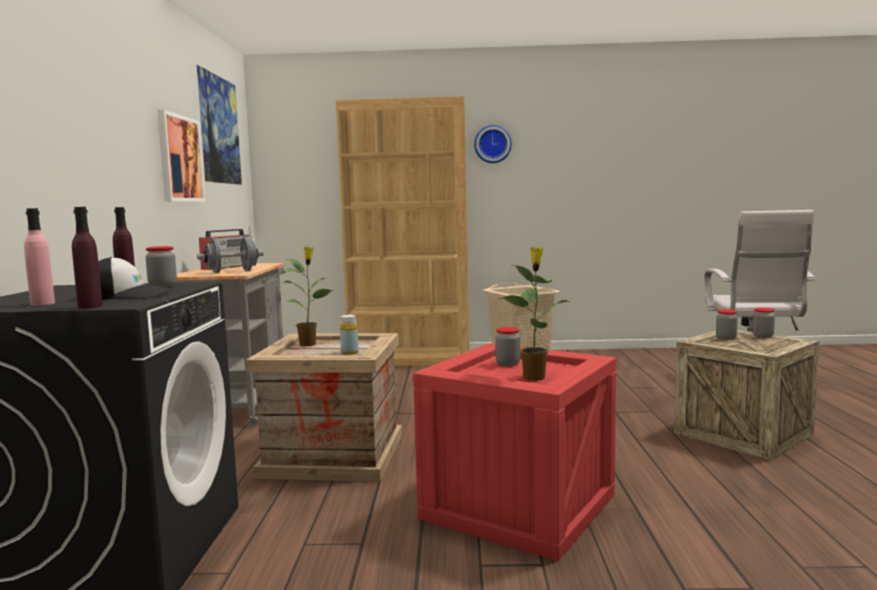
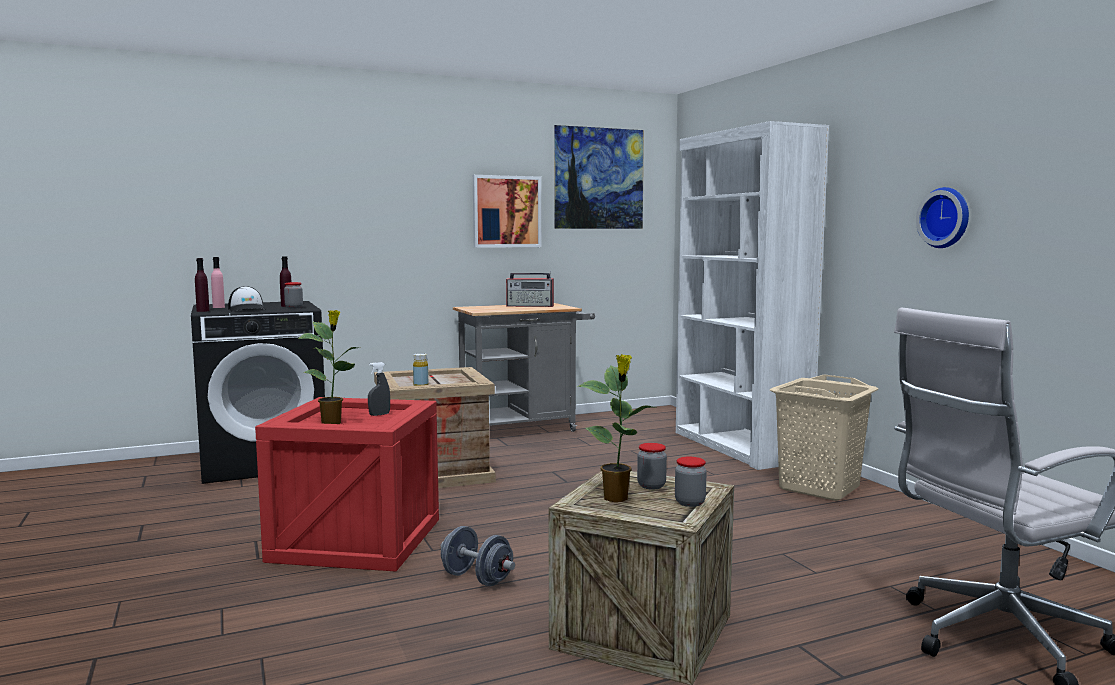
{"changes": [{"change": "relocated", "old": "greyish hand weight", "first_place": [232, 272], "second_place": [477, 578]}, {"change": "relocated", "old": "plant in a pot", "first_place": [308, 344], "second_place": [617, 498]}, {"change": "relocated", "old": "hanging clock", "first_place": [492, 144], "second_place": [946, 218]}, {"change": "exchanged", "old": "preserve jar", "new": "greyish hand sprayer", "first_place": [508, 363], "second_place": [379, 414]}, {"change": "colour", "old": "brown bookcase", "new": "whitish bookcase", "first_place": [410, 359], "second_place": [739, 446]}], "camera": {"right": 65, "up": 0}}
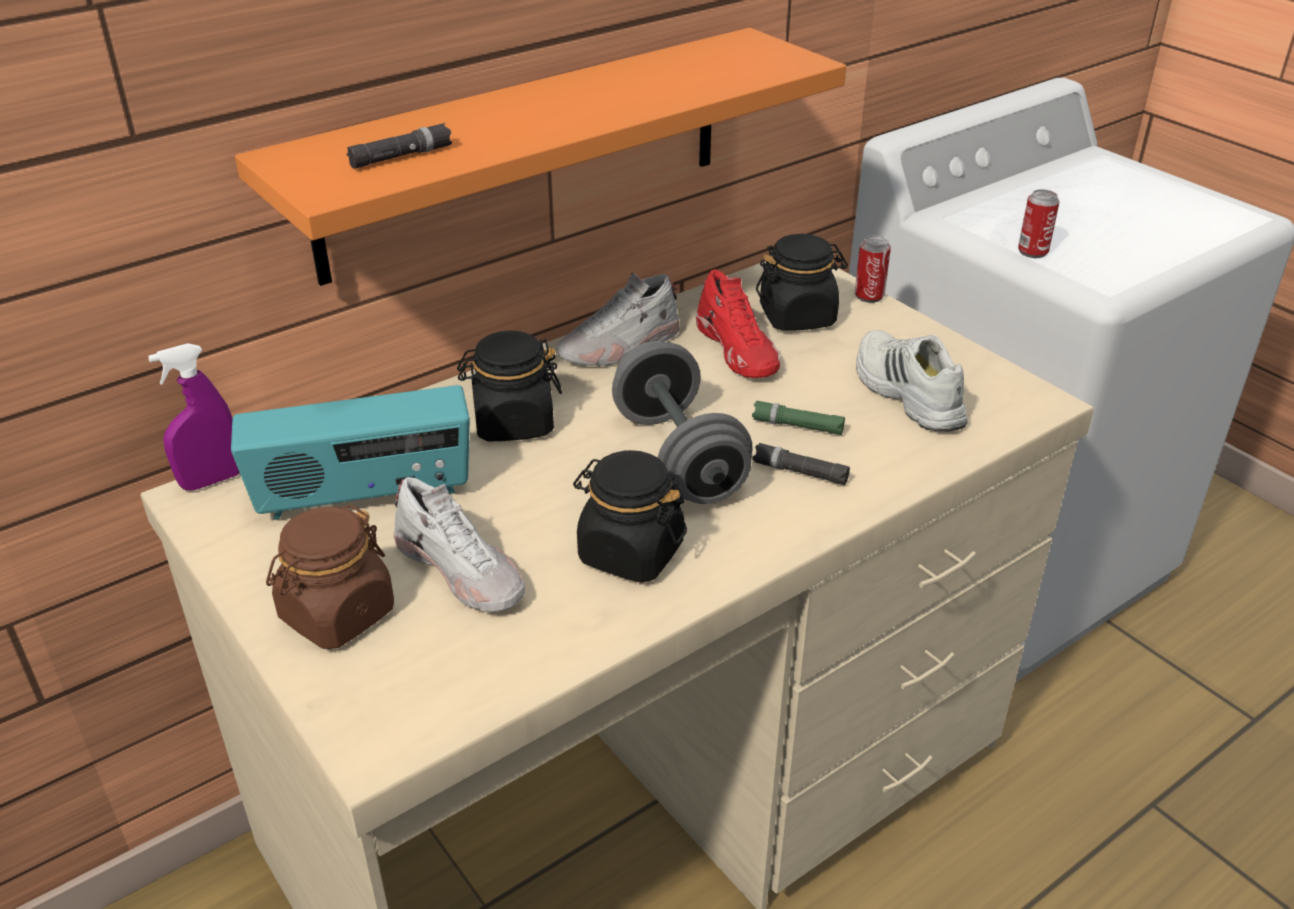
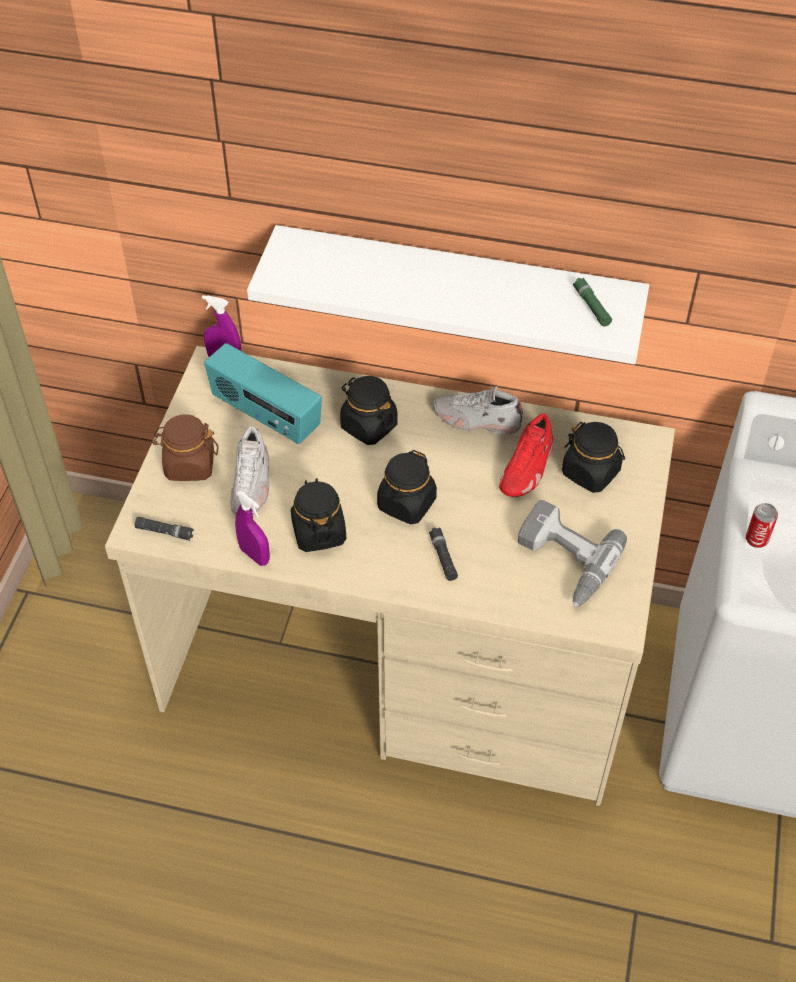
{"changes": [{"change": "missing", "old": "sealed can", "first_place": [869, 296]}, {"change": "appeared", "new": "purple hand sprayer", "second_place": [254, 555]}, {"change": "relocated", "old": "black torch", "first_place": [401, 156], "second_place": [164, 532]}, {"change": "relocated", "old": "green-coloured torch", "first_place": [797, 426], "second_place": [591, 306]}, {"change": "exchanged", "old": "greyish hand weight", "new": "black preserve jar", "first_place": [679, 457], "second_place": [406, 504]}, {"change": "exchanged", "old": "whitish shoe", "new": "power drill", "first_place": [905, 393], "second_place": [562, 561]}, {"change": "colour", "old": "orangey shelf", "new": "whitish shelf", "first_place": [526, 152], "second_place": [457, 288]}], "camera": {"right": 50, "up": 15}}
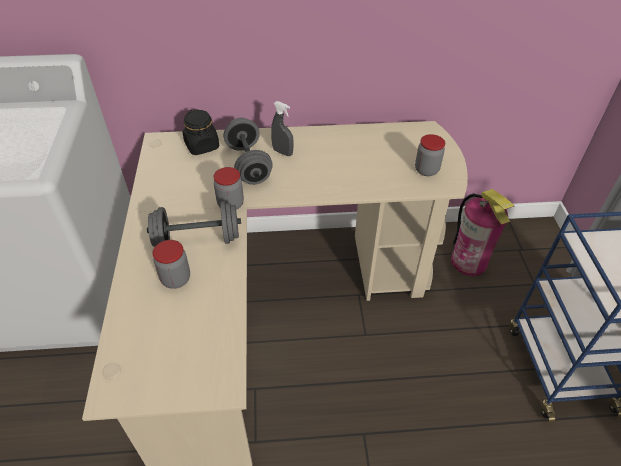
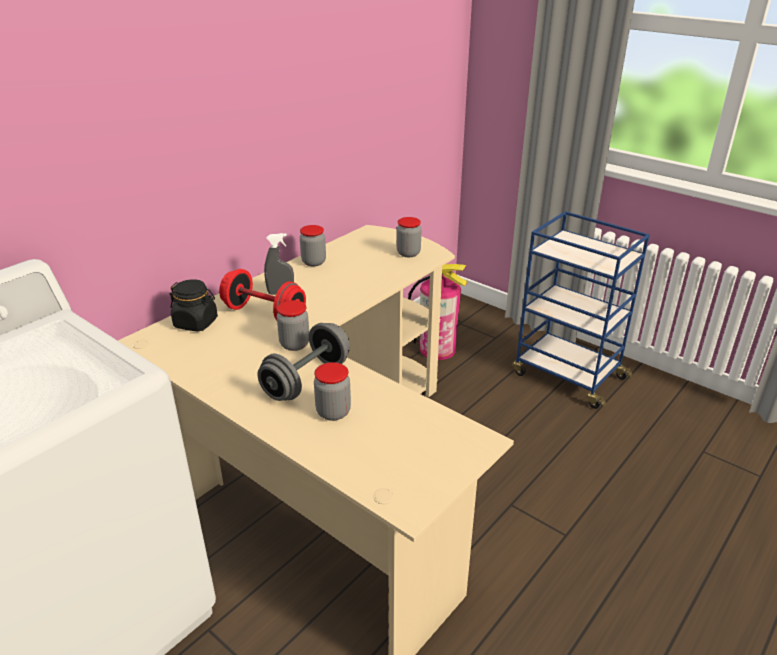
{"changes": [{"change": "appeared", "new": "preserve jar", "second_place": [313, 262]}, {"change": "colour", "old": "greyish hand weight", "new": "red-coloured hand weight", "first_place": [248, 164], "second_place": [264, 314]}], "camera": {"right": -45, "up": -15}}
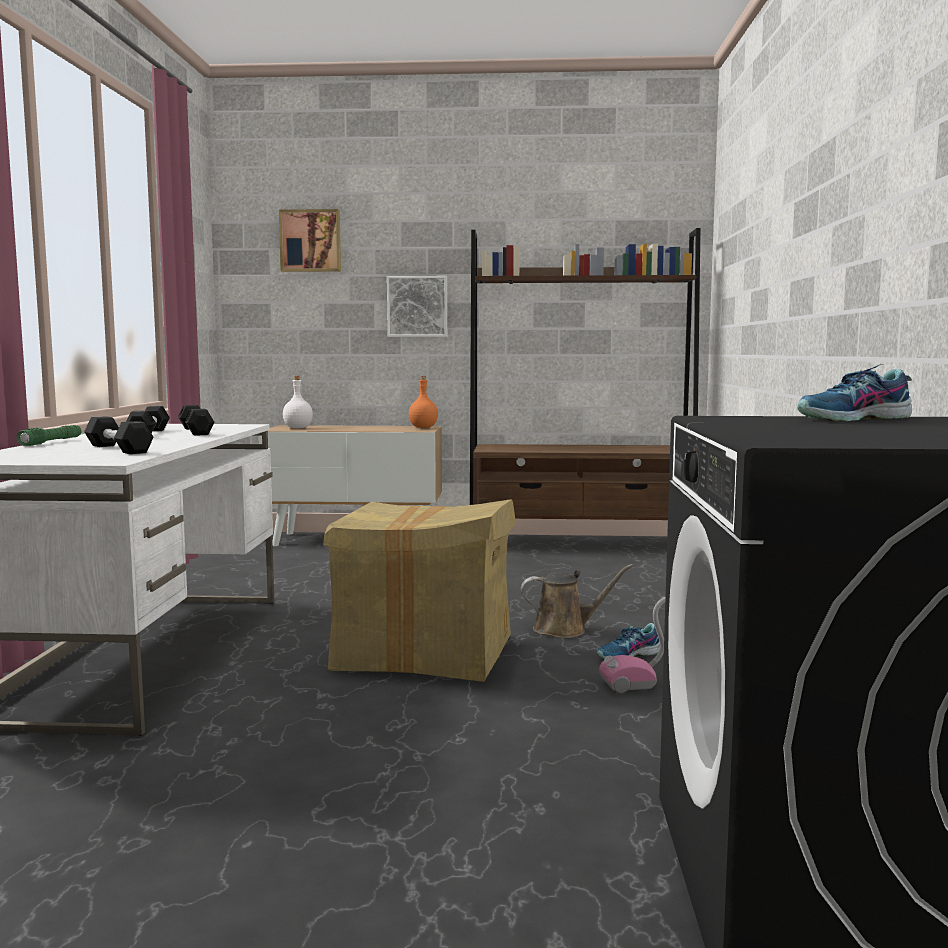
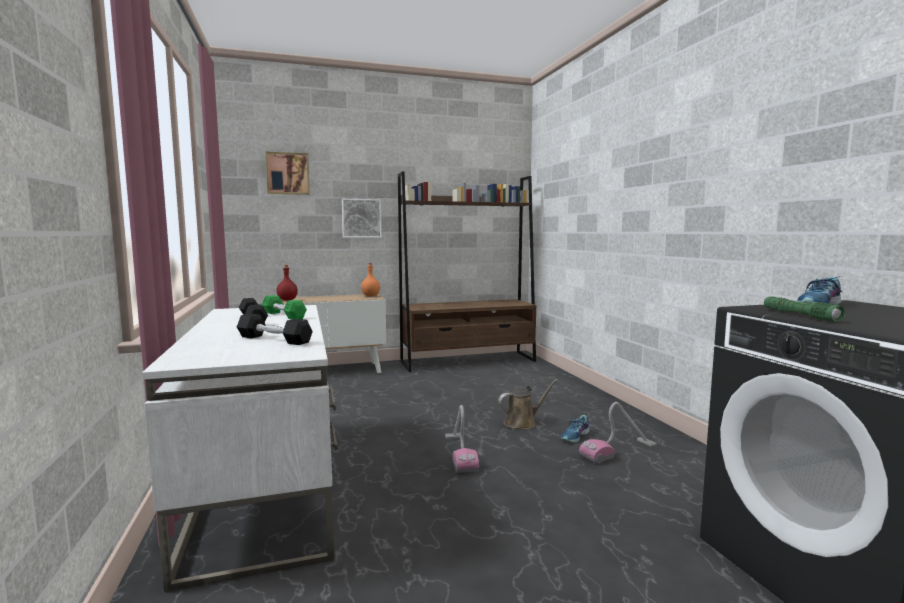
{"changes": [{"change": "relocated", "old": "green-coloured torch", "first_place": [51, 442], "second_place": [799, 315]}, {"change": "exchanged", "old": "packing box", "new": "hoover", "first_place": [425, 653], "second_place": [460, 453]}, {"change": "colour", "old": "black hand weight", "new": "green-coloured hand weight", "first_place": [196, 431], "second_place": [283, 315]}, {"change": "colour", "old": "whitish drink bottle", "new": "red-coloured drink bottle", "first_place": [298, 428], "second_place": [287, 300]}], "camera": {"right": -20, "up": 0}}
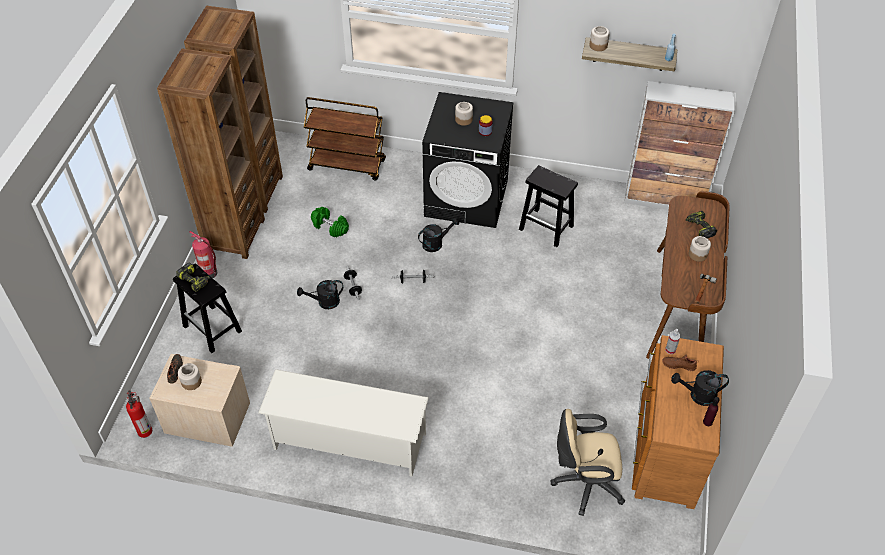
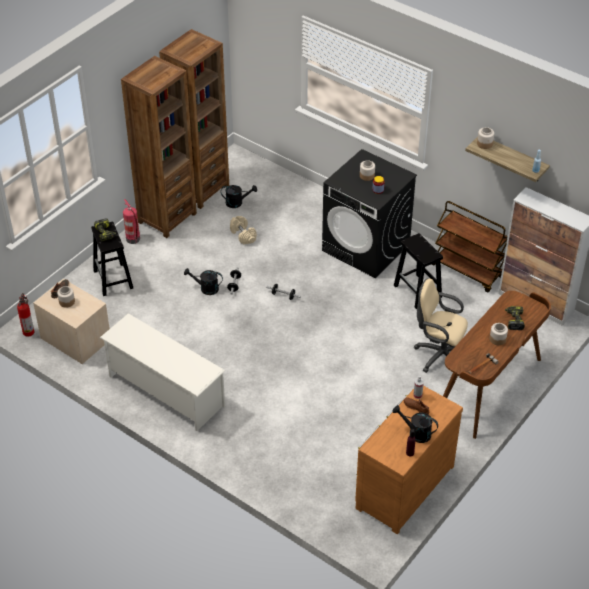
{"changes": [{"change": "relocated", "old": "brown wheeled cart", "first_place": [347, 165], "second_place": [468, 271]}, {"change": "relocated", "old": "black sprinkling can", "first_place": [436, 243], "second_place": [237, 202]}, {"change": "relocated", "old": "sand-coloured computer chair", "first_place": [584, 483], "second_place": [439, 355]}, {"change": "colour", "old": "green-coloured hand weight", "new": "sand-coloured hand weight", "first_place": [330, 227], "second_place": [243, 235]}], "camera": {"right": 25, "up": -5}}
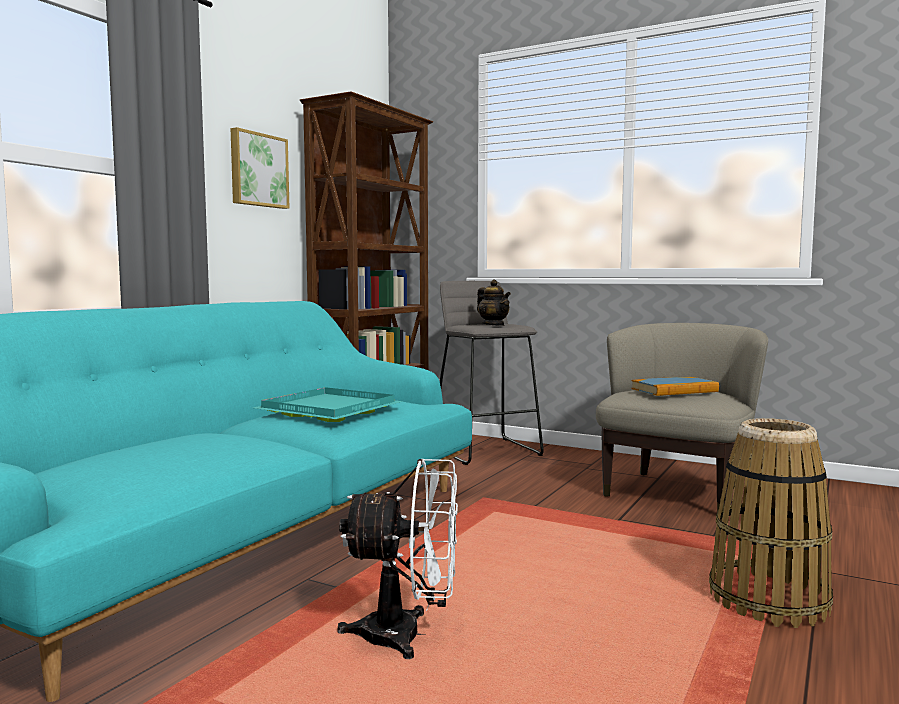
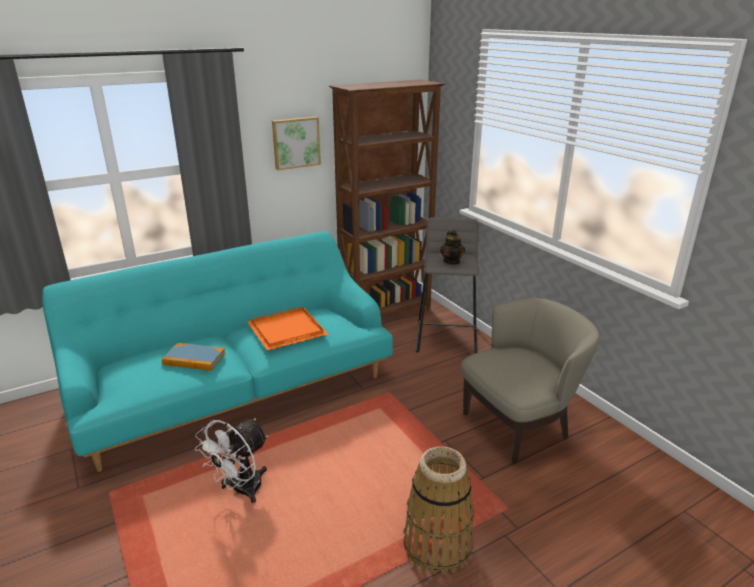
{"changes": [{"change": "relocated", "old": "book", "first_place": [674, 390], "second_place": [194, 359]}, {"change": "colour", "old": "turquoise-coloured serving tray", "new": "orangey serving tray", "first_place": [329, 410], "second_place": [286, 331]}, {"change": "spun", "old": "whitish cooling fan", "first_place": [407, 636], "second_place": [241, 491], "degrees": 90}], "camera": {"right": 30, "up": 20}}
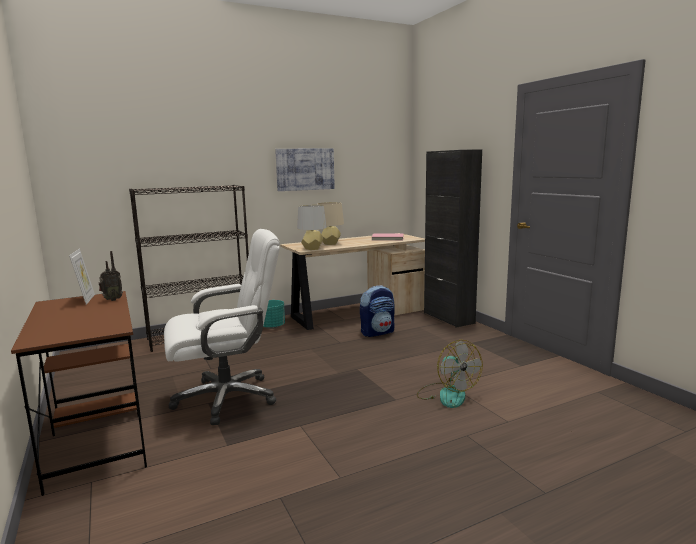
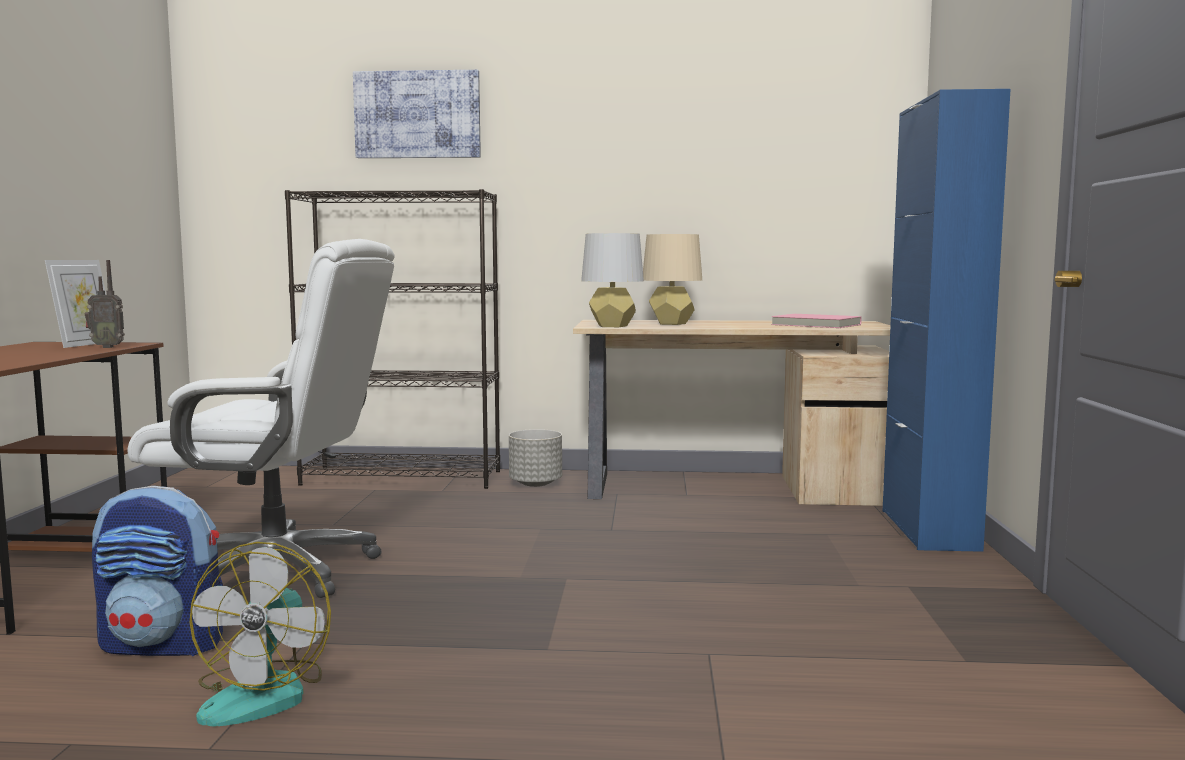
{"changes": [{"change": "relocated", "old": "picture", "first_place": [305, 169], "second_place": [417, 115]}, {"change": "relocated", "old": "rucksack", "first_place": [377, 332], "second_place": [164, 644]}, {"change": "relocated", "old": "cooling fan", "first_place": [447, 394], "second_place": [265, 693]}, {"change": "colour", "old": "turquoise-coloured planter", "new": "greyish planter", "first_place": [272, 326], "second_place": [536, 483]}, {"change": "colour", "old": "black storage cabinet", "new": "bluish storage cabinet", "first_place": [448, 318], "second_place": [929, 530]}], "camera": {"right": 30, "up": -5}}
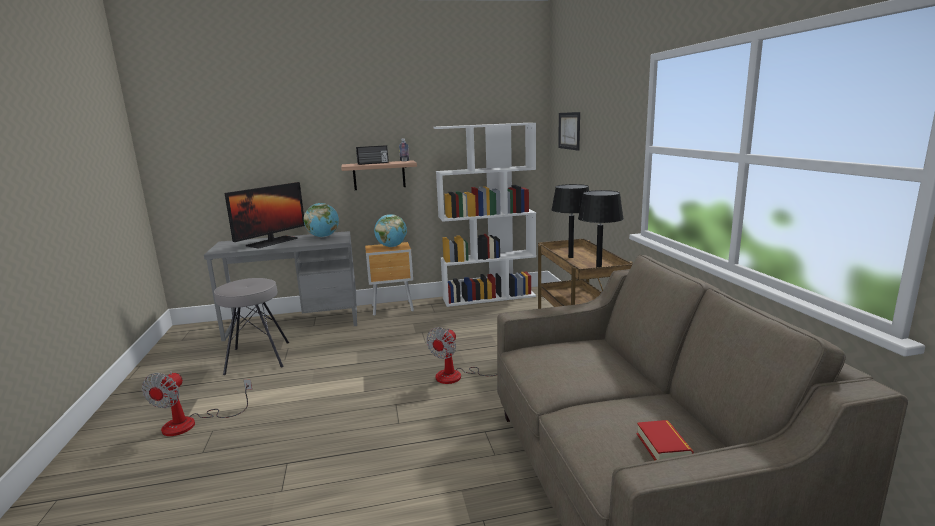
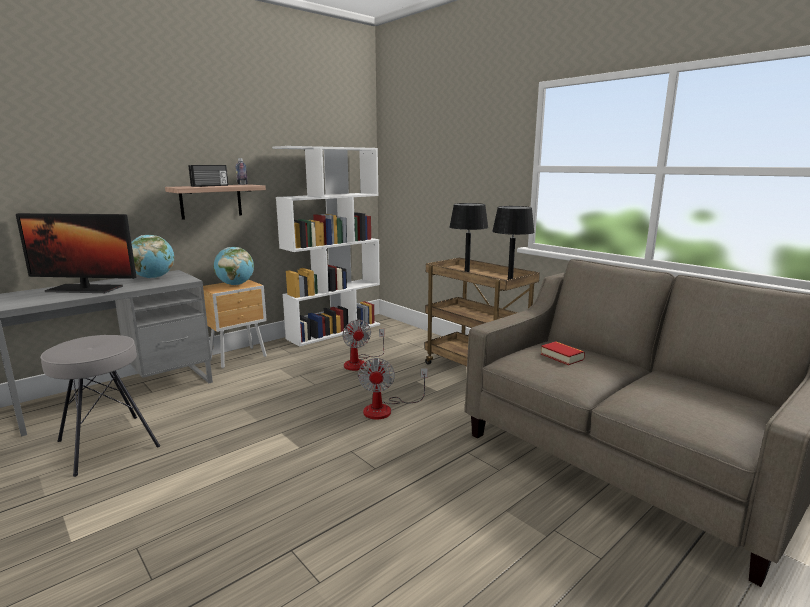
{"changes": [{"change": "missing", "old": "picture", "first_place": [569, 130]}, {"change": "relocated", "old": "cooling fan", "first_place": [191, 423], "second_place": [360, 363]}, {"change": "relocated", "old": "book", "first_place": [663, 447], "second_place": [562, 357]}, {"change": "spun", "old": "computer display", "first_place": [272, 242], "second_place": [84, 289], "degrees": 90}], "camera": {"right": -30, "up": 0}}
